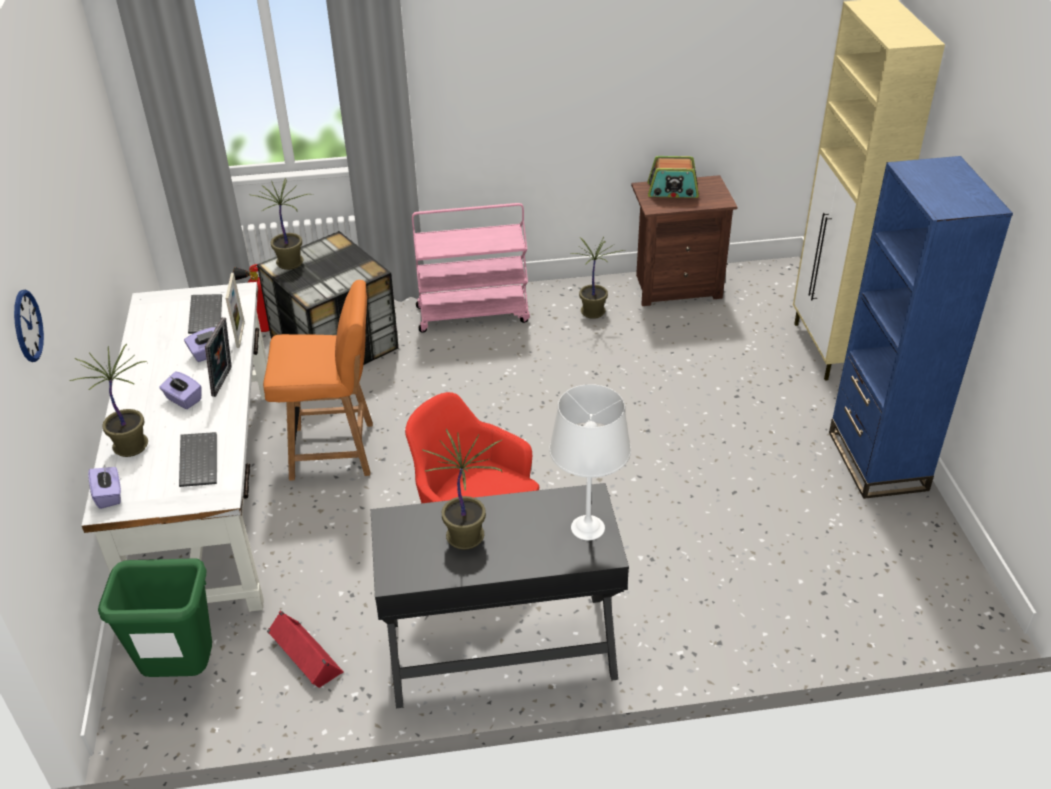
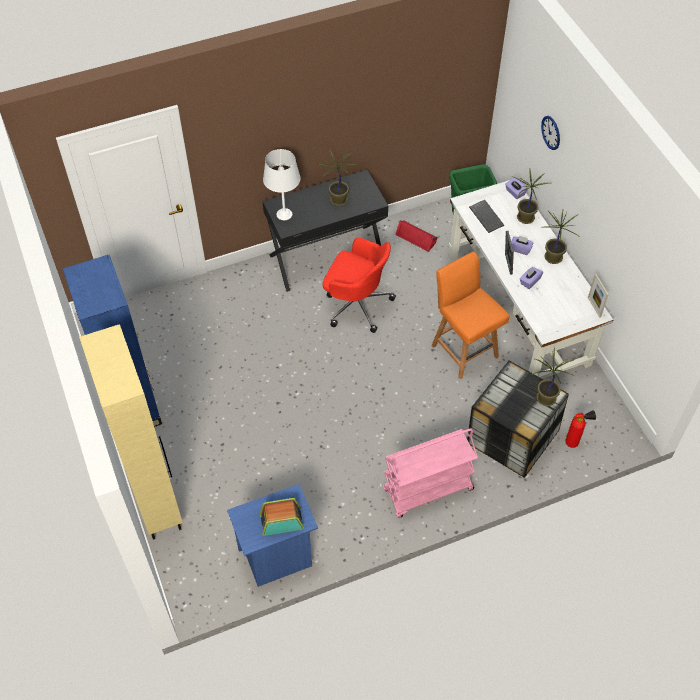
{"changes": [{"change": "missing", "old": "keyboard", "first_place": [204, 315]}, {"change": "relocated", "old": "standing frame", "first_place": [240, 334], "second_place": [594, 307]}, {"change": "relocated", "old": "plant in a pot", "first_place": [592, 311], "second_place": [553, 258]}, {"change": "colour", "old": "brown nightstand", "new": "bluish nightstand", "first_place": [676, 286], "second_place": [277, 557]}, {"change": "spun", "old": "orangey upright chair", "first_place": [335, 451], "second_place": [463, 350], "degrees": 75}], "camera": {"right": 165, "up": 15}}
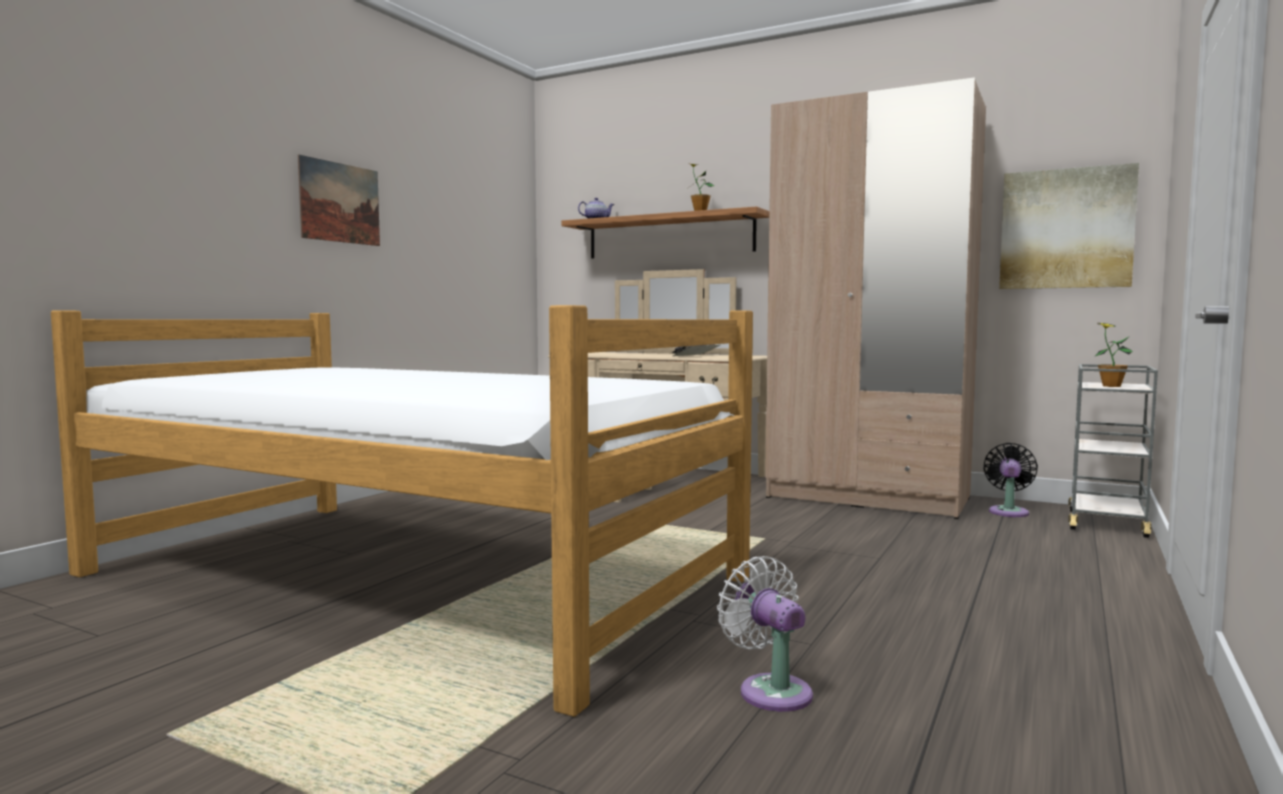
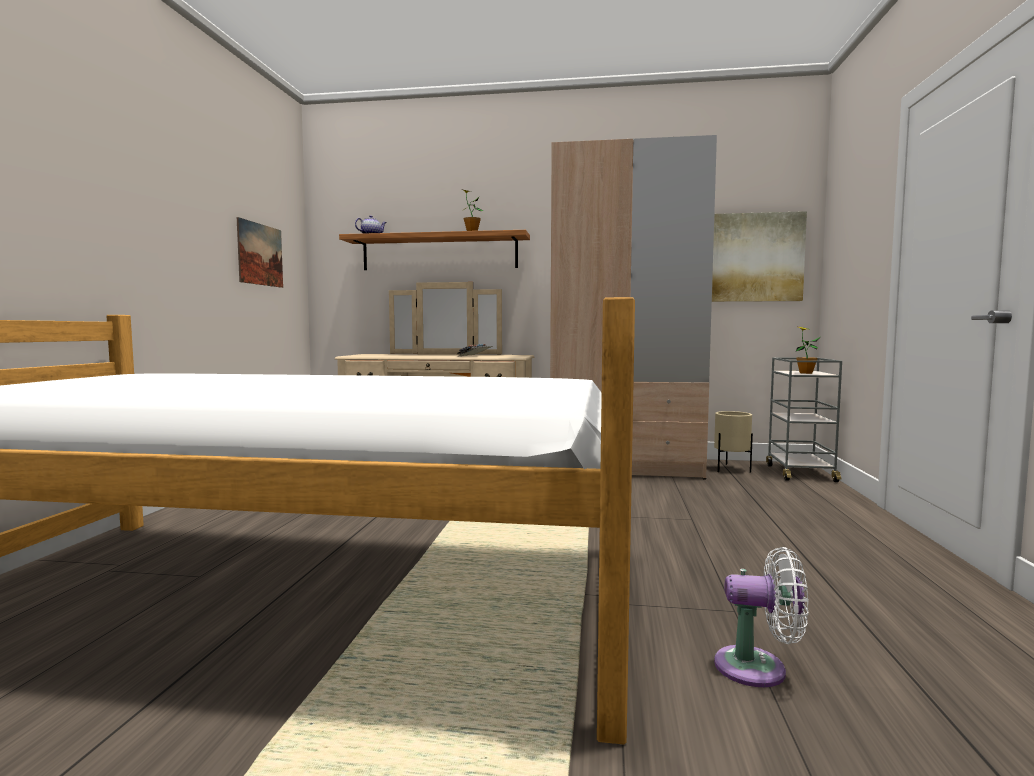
{"changes": [{"change": "relocated", "old": "picture", "first_place": [340, 203], "second_place": [260, 254]}, {"change": "exchanged", "old": "black cooling fan", "new": "sand-coloured planter", "first_place": [1008, 511], "second_place": [731, 470]}, {"change": "spun", "old": "whitish cooling fan", "first_place": [771, 690], "second_place": [758, 668], "degrees": 150}], "camera": {"right": -20, "up": 0}}
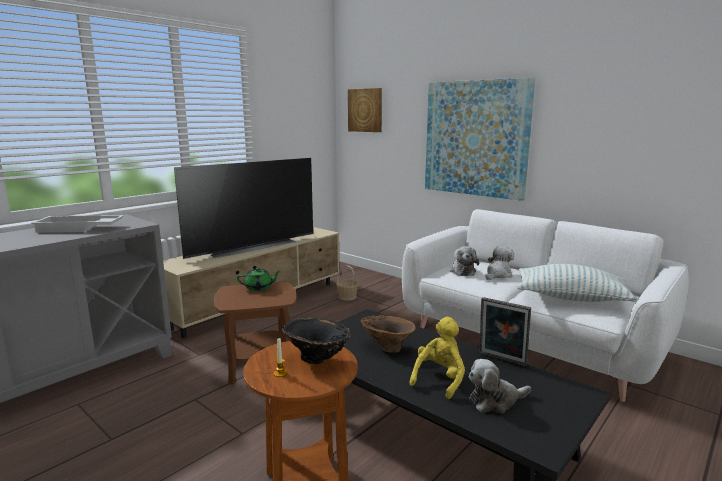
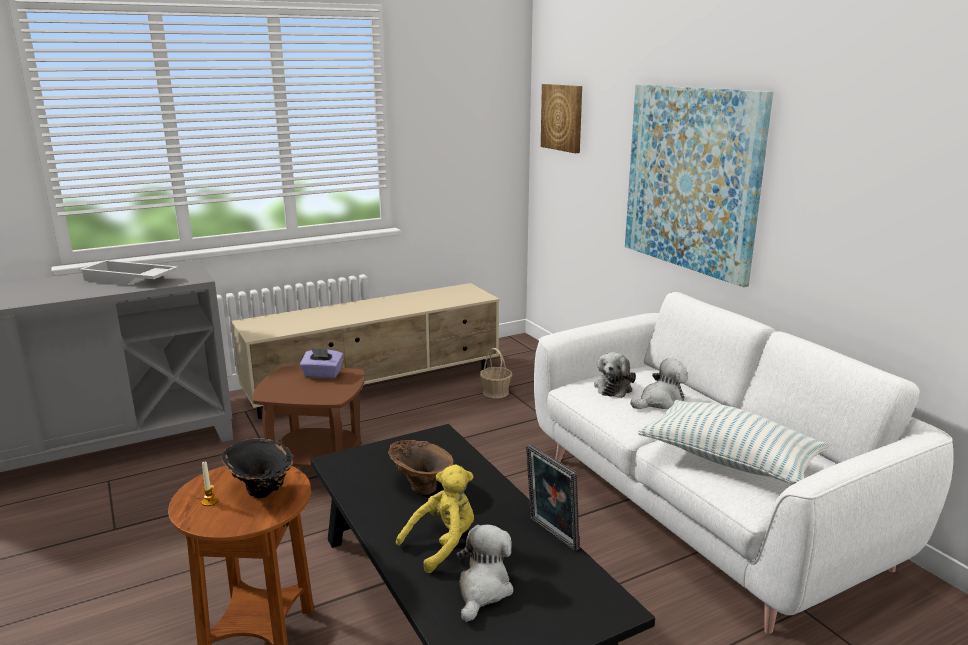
{"changes": [{"change": "missing", "old": "TV set", "first_place": [251, 247]}, {"change": "exchanged", "old": "green-coloured pot for tea", "new": "purple tissue box", "first_place": [259, 288], "second_place": [322, 375]}, {"change": "spun", "old": "soft toy", "first_place": [495, 401], "second_place": [483, 589], "degrees": 105}], "camera": {"right": 20, "up": 5}}
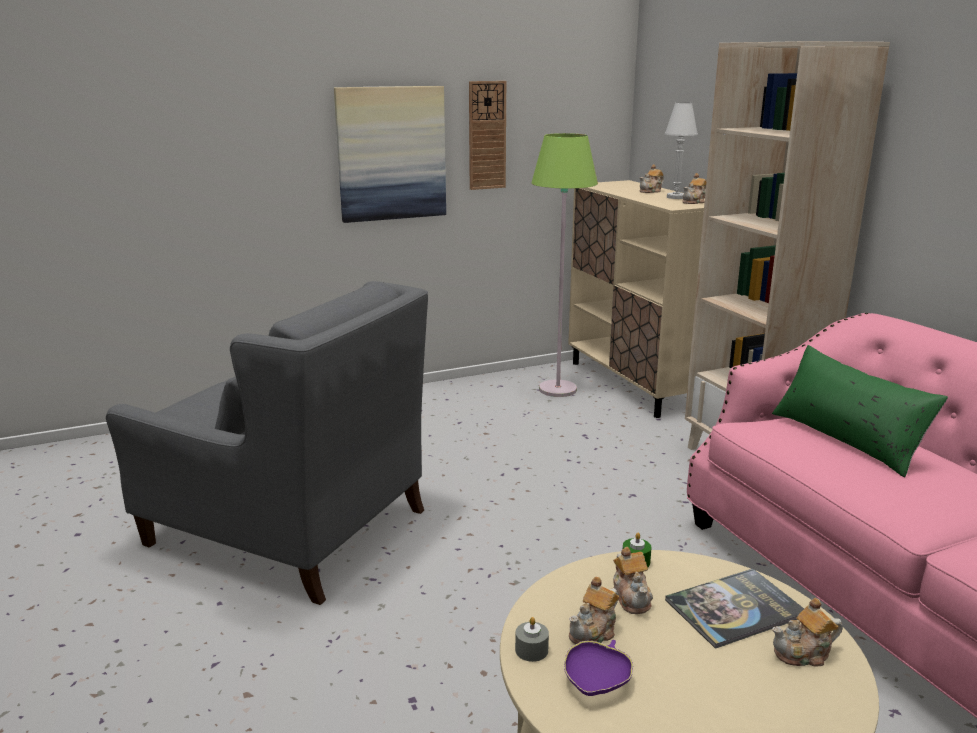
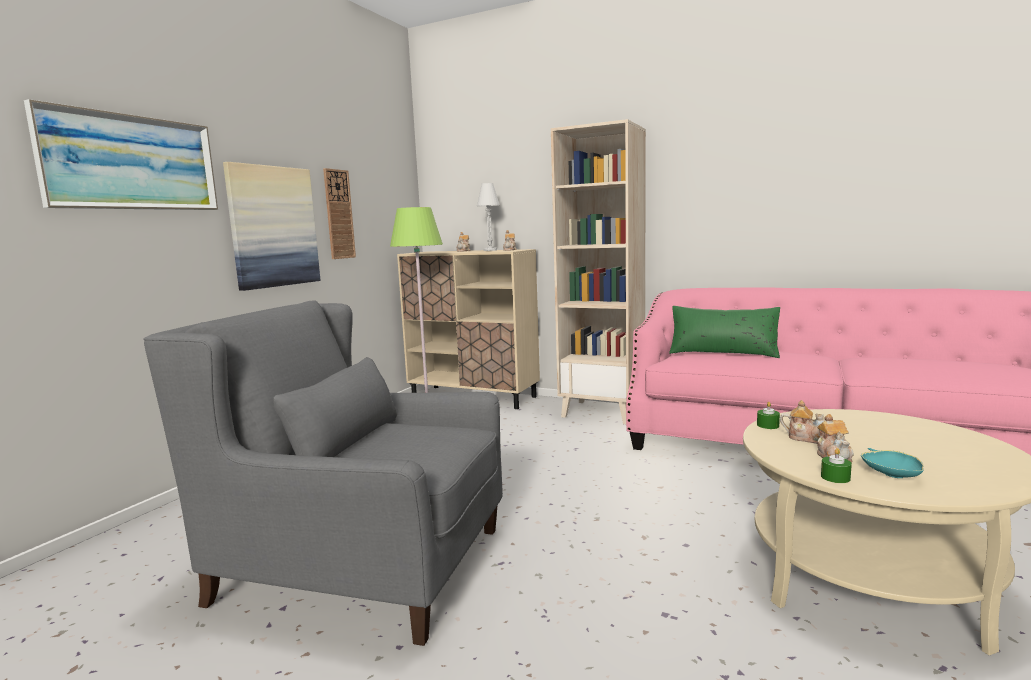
{"changes": [{"change": "missing", "old": "book", "first_place": [735, 609]}, {"change": "missing", "old": "pot for tea", "first_place": [804, 654]}, {"change": "appeared", "new": "picture", "second_place": [132, 162]}, {"change": "colour", "old": "greyish wax light", "new": "green-coloured wax light", "first_place": [531, 650], "second_place": [835, 477]}, {"change": "colour", "old": "purple deep dish", "new": "turquoise-coloured deep dish", "first_place": [597, 681], "second_place": [891, 473]}, {"change": "spun", "old": "greyish lounge chair", "first_place": [287, 527], "second_place": [362, 565], "degrees": -150}], "camera": {"right": -40, "up": -10}}
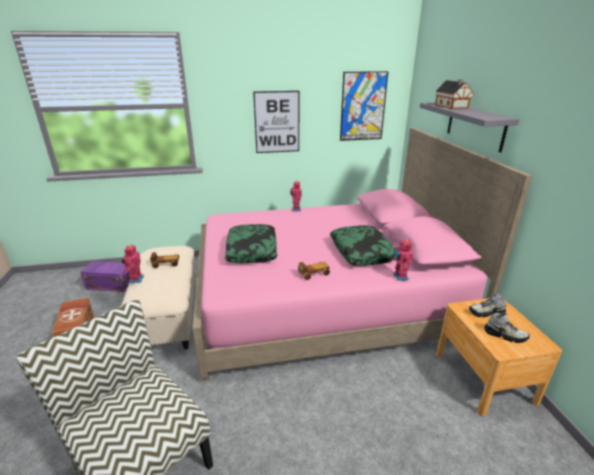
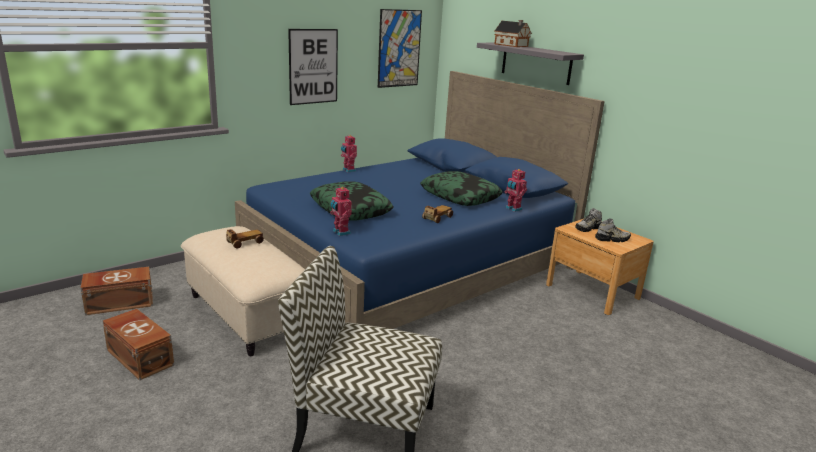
{"changes": [{"change": "relocated", "old": "robot figure", "first_place": [136, 279], "second_place": [340, 232]}, {"change": "colour", "old": "purple storage box", "new": "brown storage box", "first_place": [110, 284], "second_place": [119, 303]}, {"change": "colour", "old": "pinkish bed", "new": "bluish bed", "first_place": [325, 298], "second_place": [410, 265]}], "camera": {"right": -30, "up": -5}}
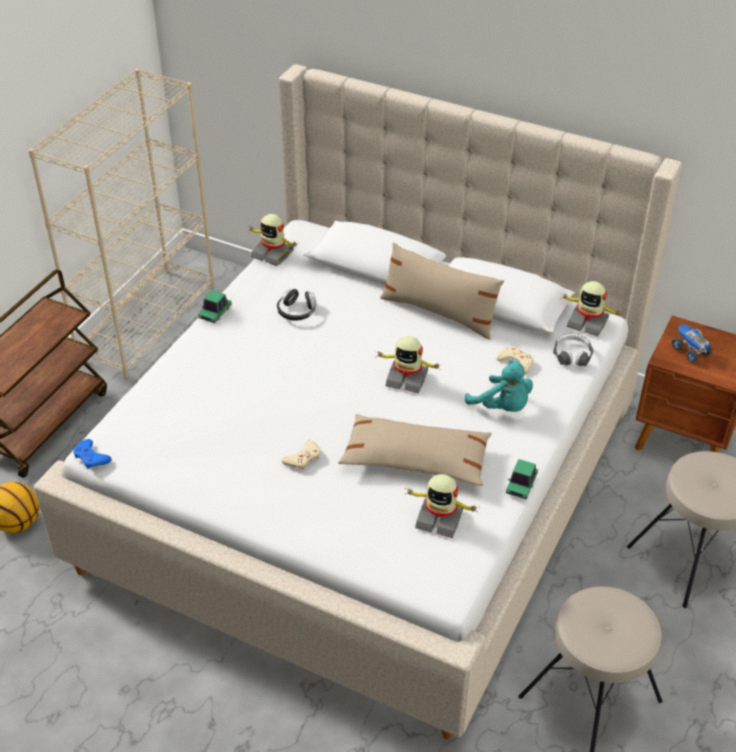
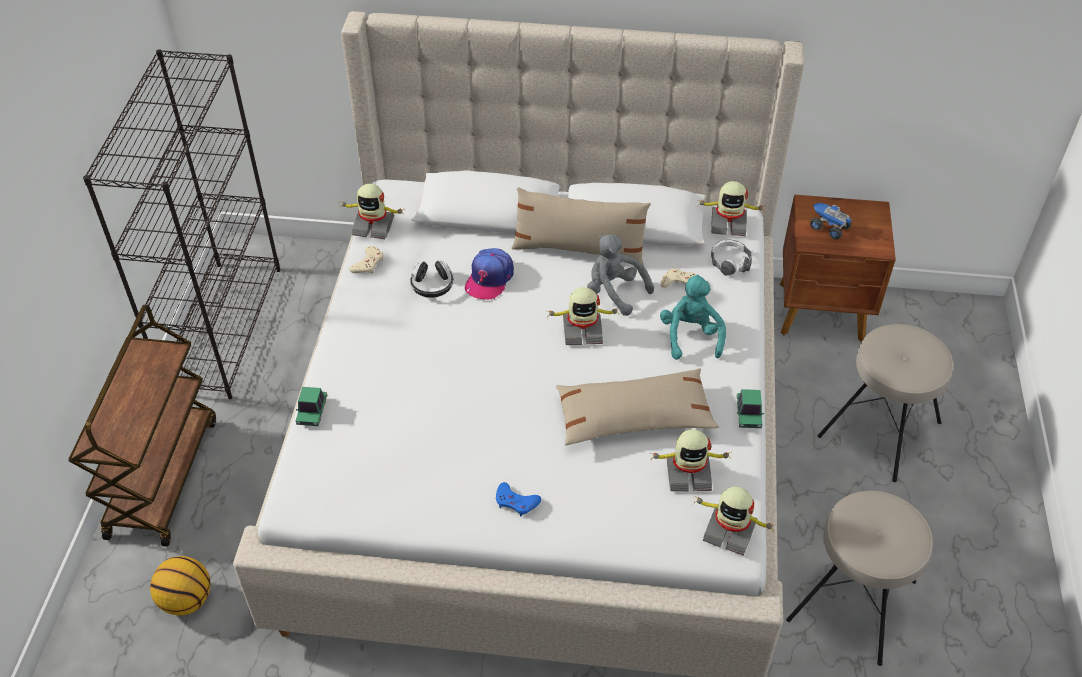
{"changes": [{"change": "appeared", "new": "cap", "second_place": [489, 278]}, {"change": "appeared", "new": "greyish soft toy", "second_place": [614, 292]}, {"change": "appeared", "new": "robot figure", "second_place": [730, 530]}, {"change": "relocated", "old": "bluish joypad", "first_place": [91, 457], "second_place": [516, 502]}, {"change": "relocated", "old": "miniature car", "first_place": [215, 313], "second_place": [312, 411]}, {"change": "relocated", "old": "sand-coloured joypad", "first_place": [303, 458], "second_place": [368, 263]}, {"change": "colour", "old": "sand-coloured bookcase", "new": "black bookcase", "first_place": [147, 321], "second_place": [224, 327]}, {"change": "spun", "old": "turquoise-coloured soft toy", "first_place": [502, 407], "second_place": [690, 336], "degrees": -120}], "camera": {"right": -20, "up": 5}}
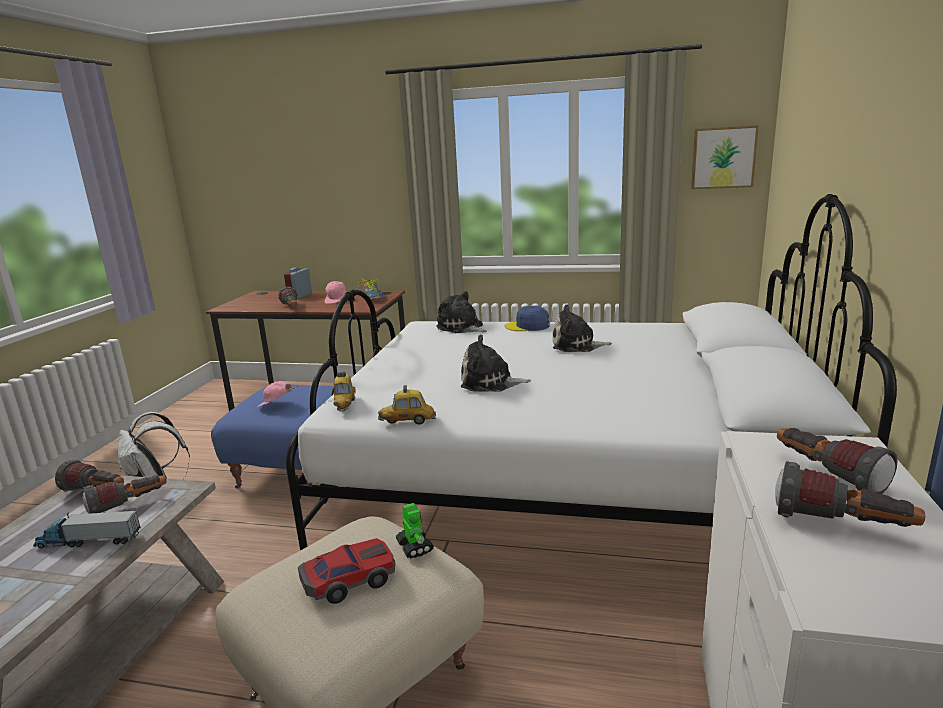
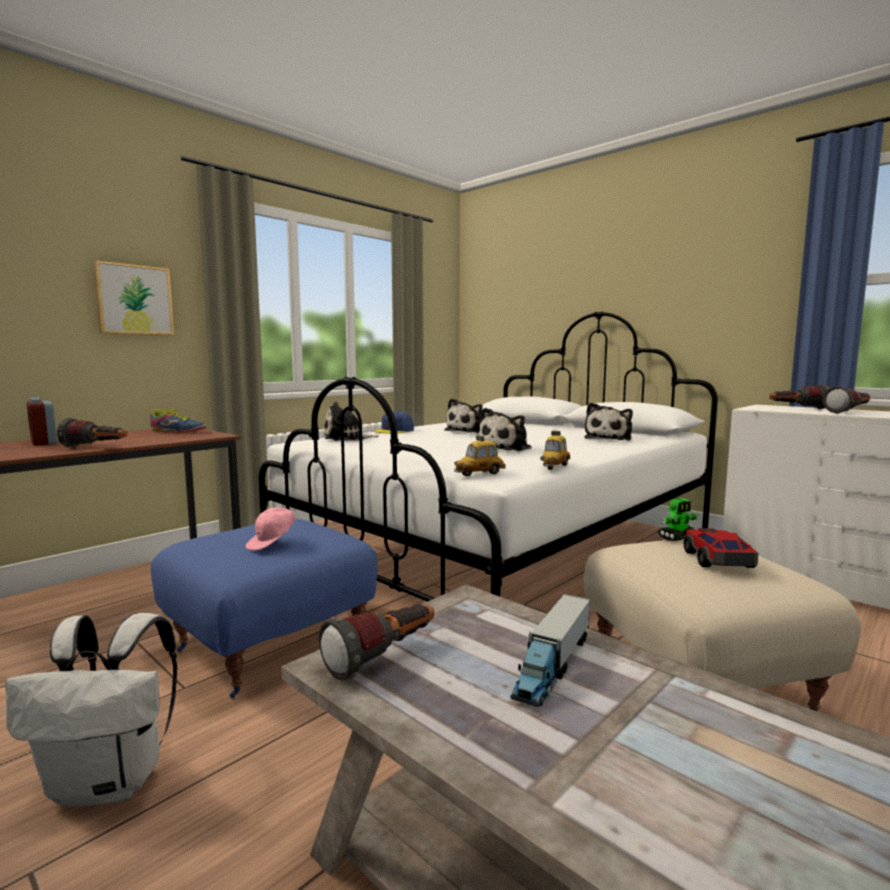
{"changes": [{"change": "missing", "old": "torch", "first_place": [129, 506]}, {"change": "missing", "old": "pinkish cap", "first_place": [336, 300]}, {"change": "appeared", "new": "soft toy", "second_place": [609, 438]}, {"change": "relocated", "old": "picture", "first_place": [723, 157], "second_place": [134, 300]}, {"change": "spun", "old": "miniature car", "first_place": [345, 405], "second_place": [479, 474], "degrees": 120}, {"change": "spun", "old": "robot figure", "first_place": [414, 547], "second_place": [678, 538], "degrees": 150}], "camera": {"right": -60, "up": -10}}
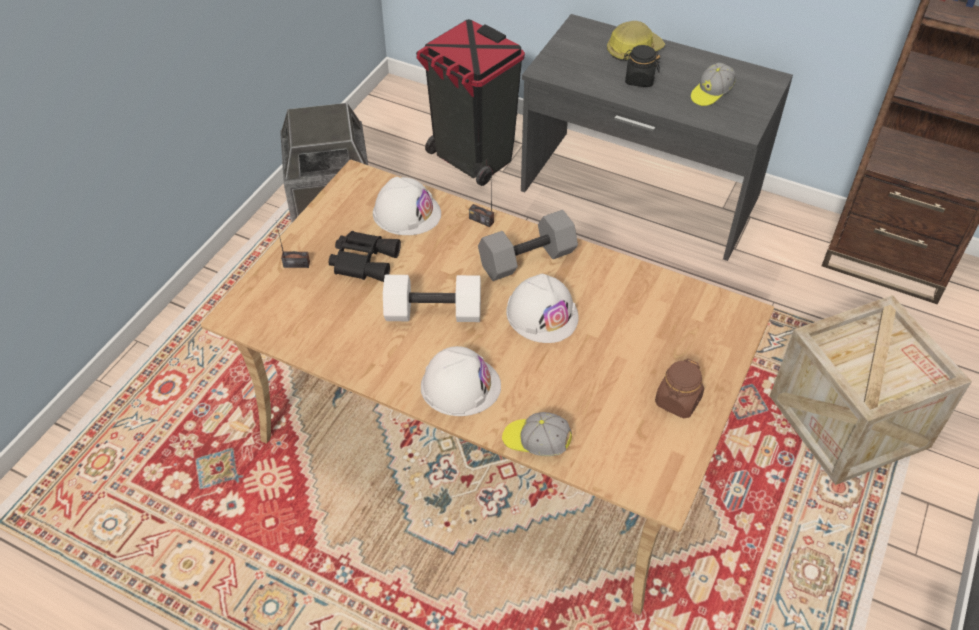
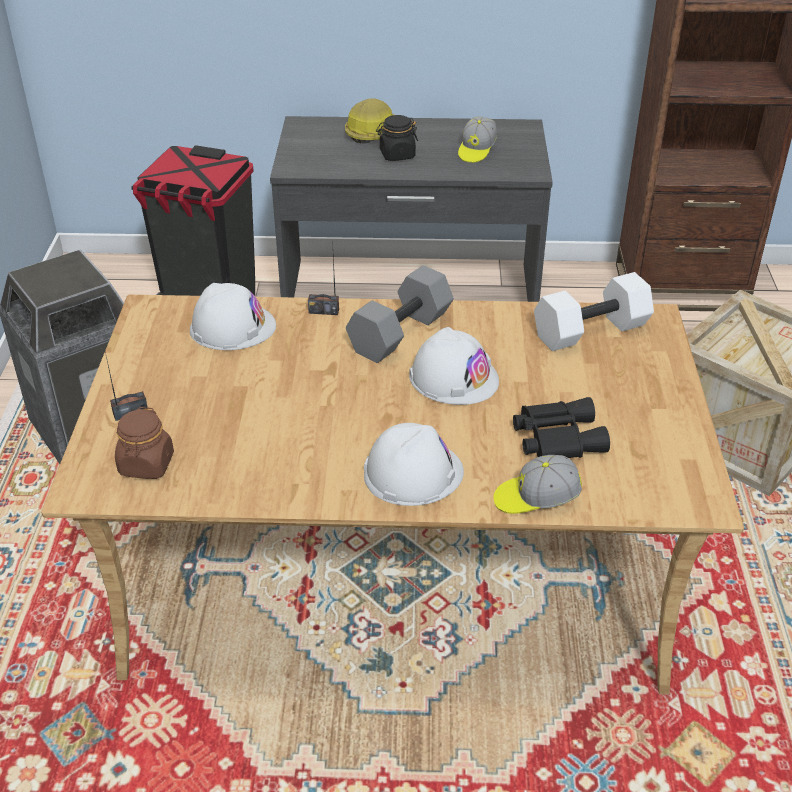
{"changes": [{"change": "relocated", "old": "black binoculars", "first_place": [364, 260], "second_place": [556, 437]}, {"change": "relocated", "old": "whitish hand weight", "first_place": [432, 313], "second_place": [590, 332]}, {"change": "relocated", "old": "brown preserve jar", "first_place": [677, 401], "second_place": [146, 465]}], "camera": {"right": -25, "up": -10}}
